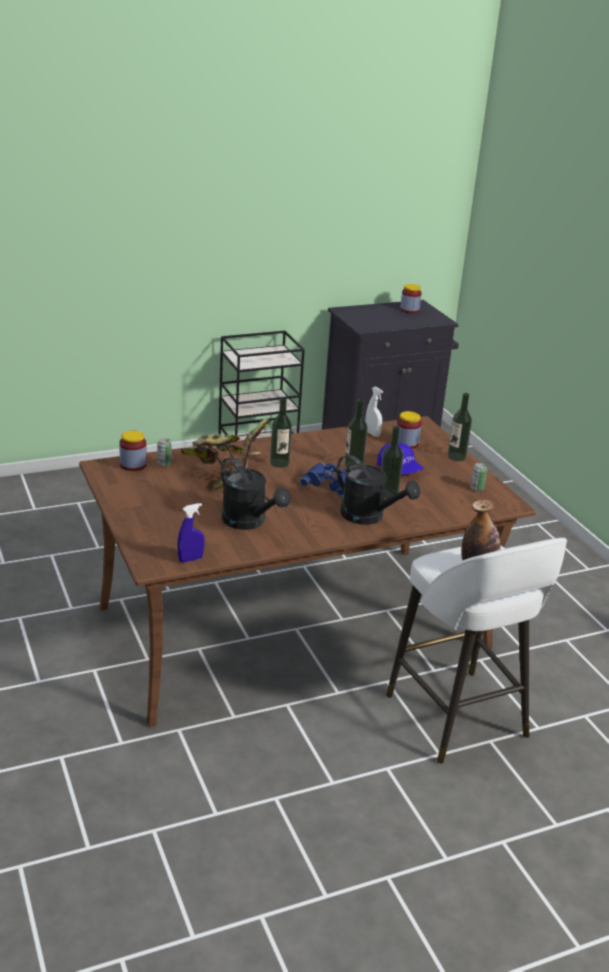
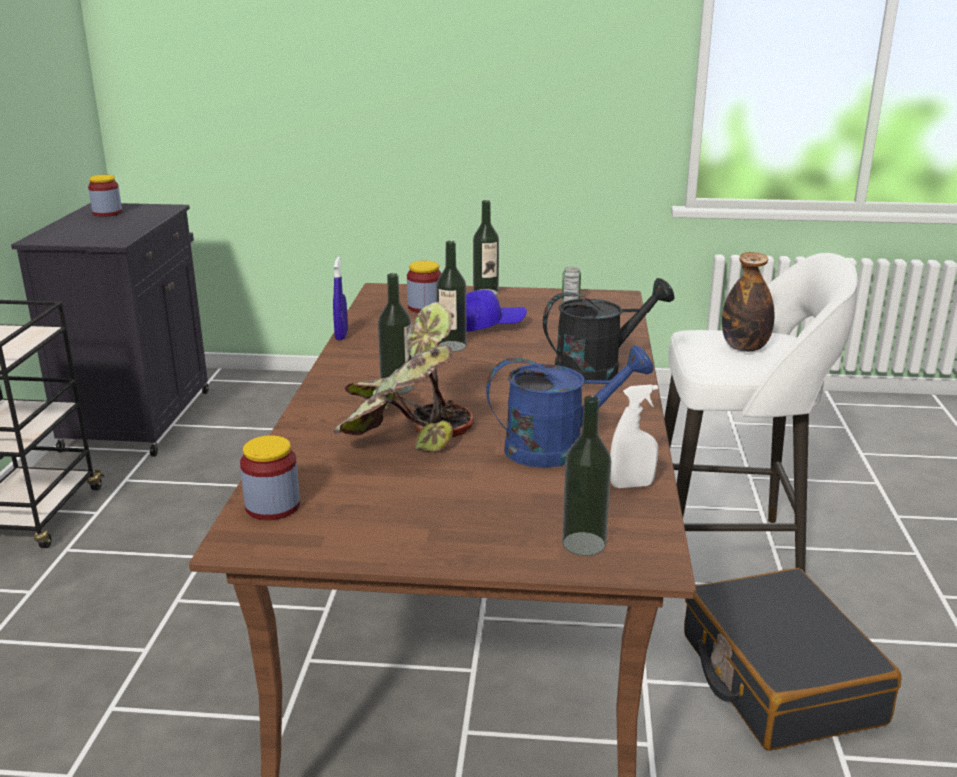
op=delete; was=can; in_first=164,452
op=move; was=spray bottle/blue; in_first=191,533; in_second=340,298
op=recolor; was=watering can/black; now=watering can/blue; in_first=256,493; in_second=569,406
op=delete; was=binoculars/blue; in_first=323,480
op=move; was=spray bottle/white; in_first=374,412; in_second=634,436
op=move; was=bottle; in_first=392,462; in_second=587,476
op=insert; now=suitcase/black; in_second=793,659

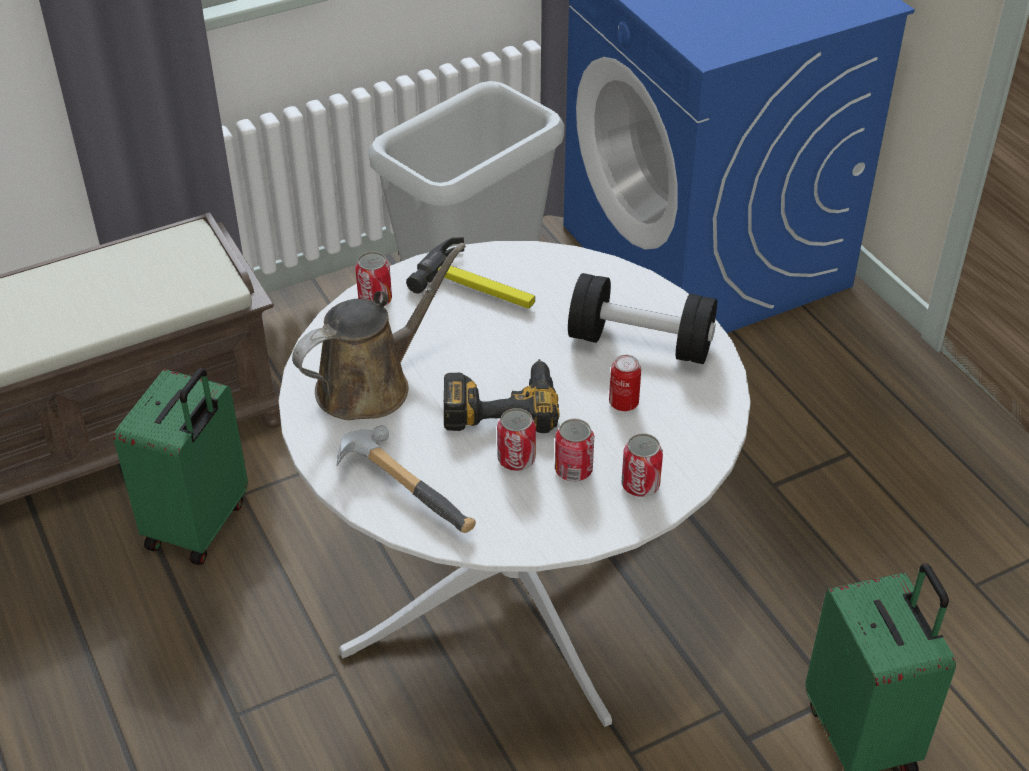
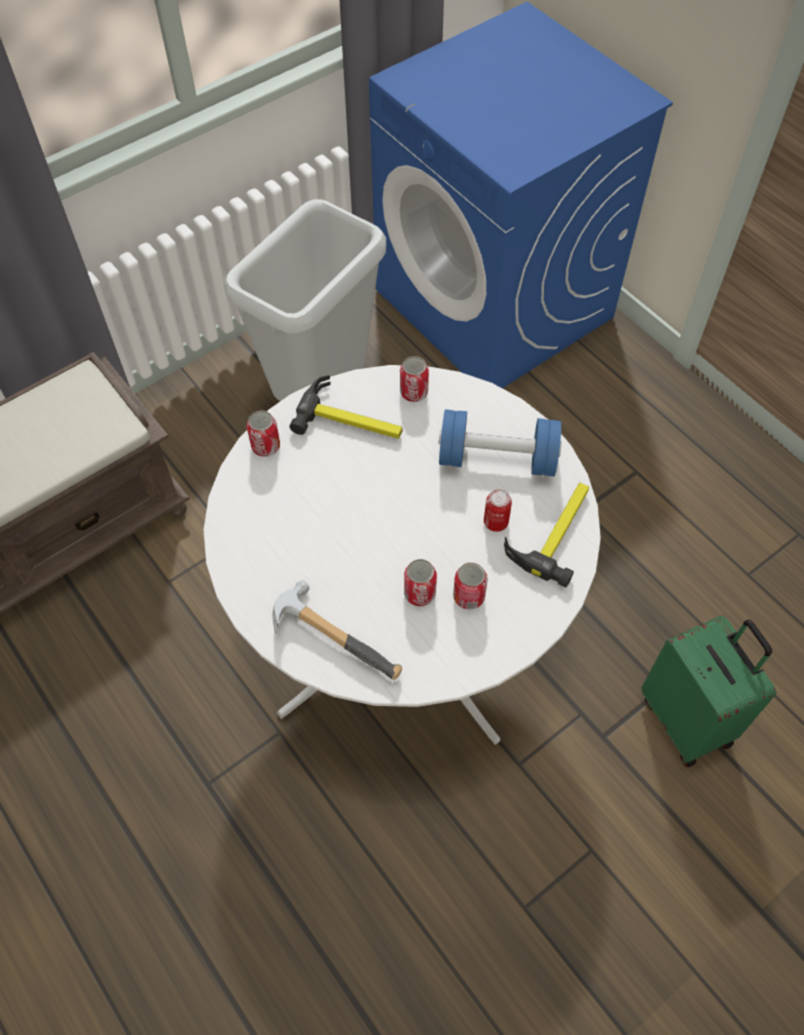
op=delete; was=suitcase/green; in_first=180,466
op=delete; was=watering can/brown; in_first=379,331
op=delete; was=power drill; in_first=502,396
op=recolor; was=dumbbell/black; now=dumbbell/blue; in_first=642,318; in_second=500,442
op=move; was=can; in_first=642,465; in_second=414,379
op=insert; now=hammer; in_second=546,535

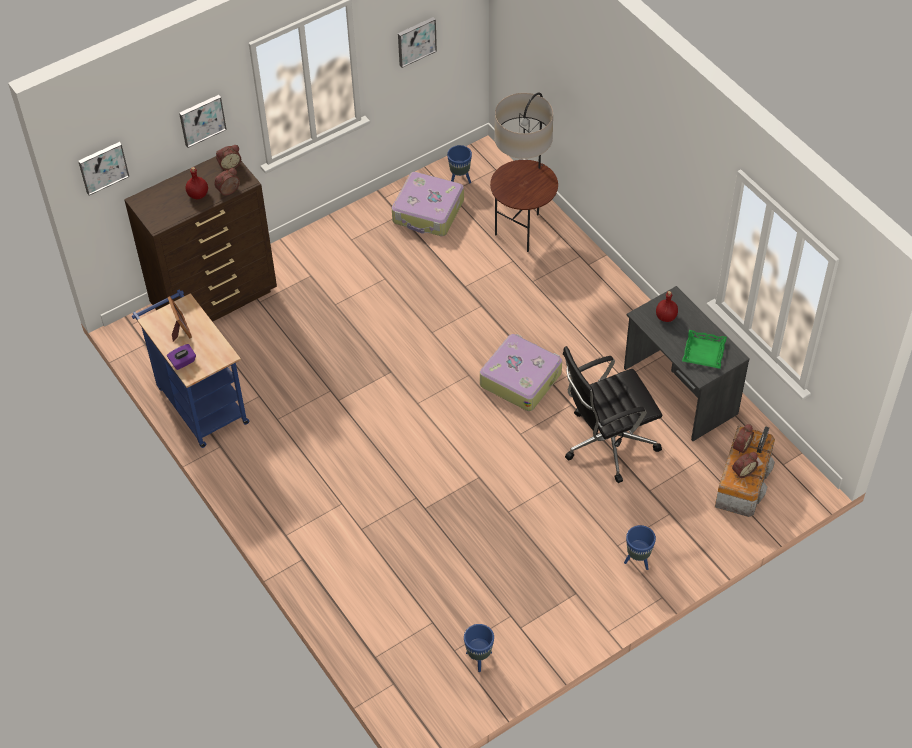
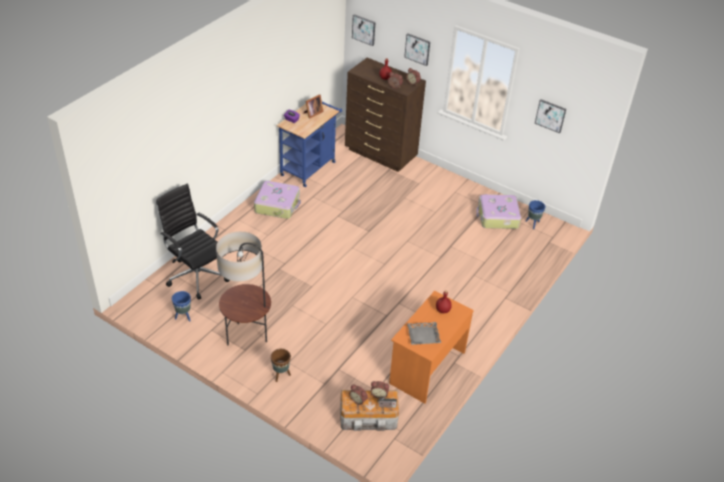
op=move; was=suitcase; in_first=521,372; in_second=277,200
op=move; was=floor lamp; in_first=524,172; in_second=243,288
op=move; was=office chair/black; in_first=612,414; in_second=193,242
op=recolor; was=desk/grey; now=desk/orange; in_first=687,363; in_second=431,347
op=recolor; was=planter/blue; now=planter/brown; in_first=640,547; in_second=281,365
op=recolor; was=tray/green; now=tray/grey; in_first=704,349; in_second=424,333

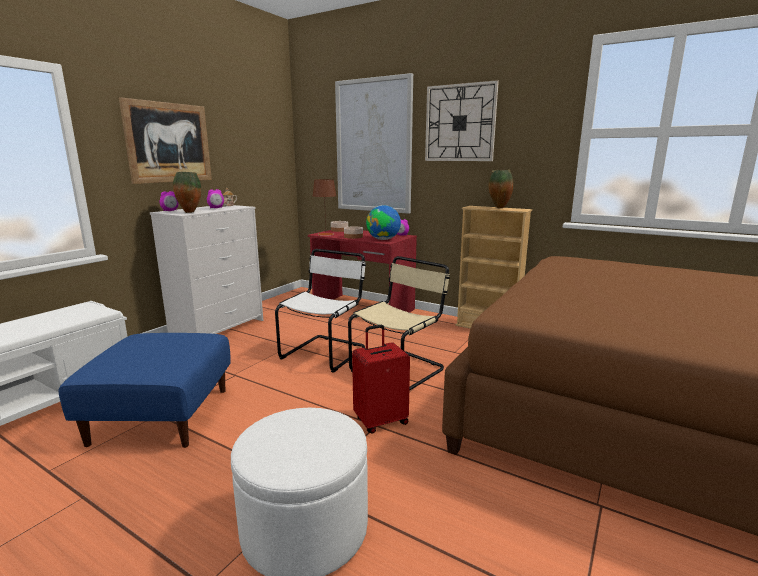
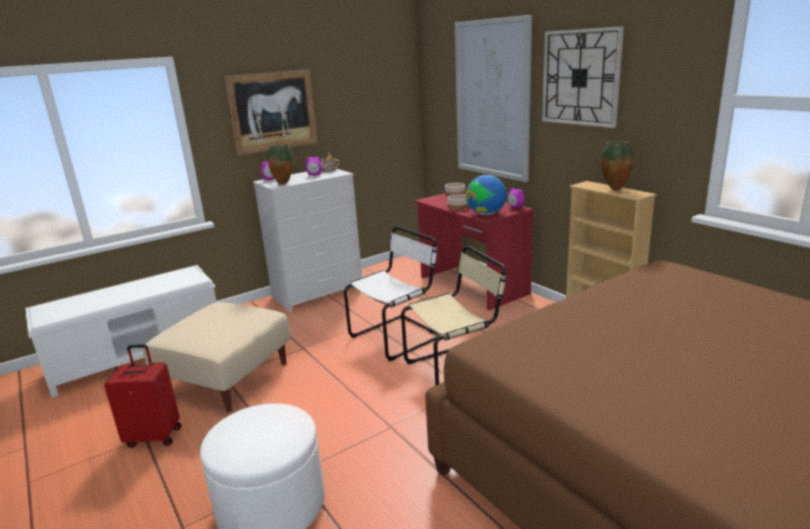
op=recolor; was=ottoman/blue; now=ottoman/beige; in_first=144,390; in_second=216,357
op=delete; was=table lamp/brown; in_first=324,207
op=move; was=suitcase/red; in_first=381,379; in_second=142,396

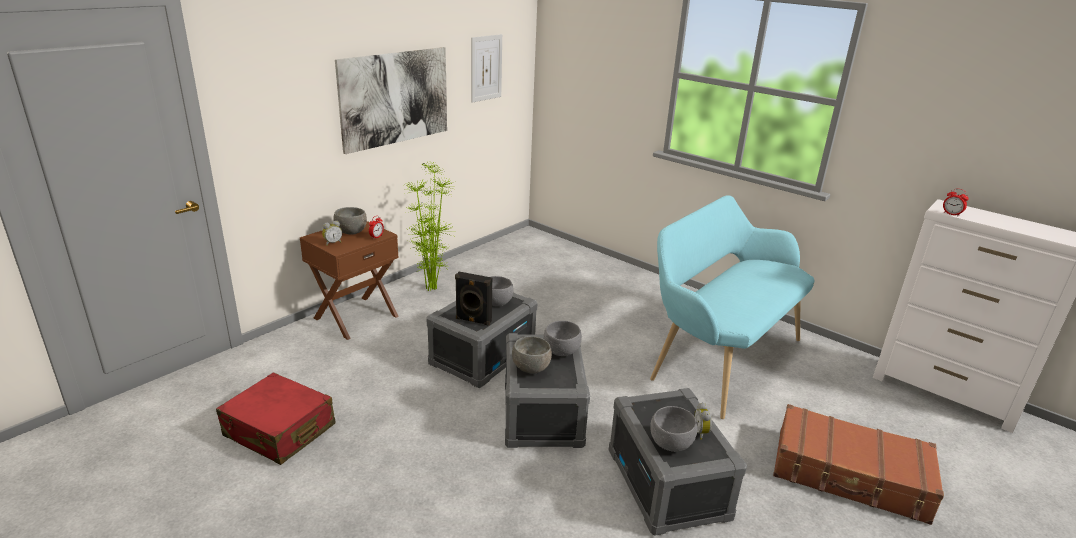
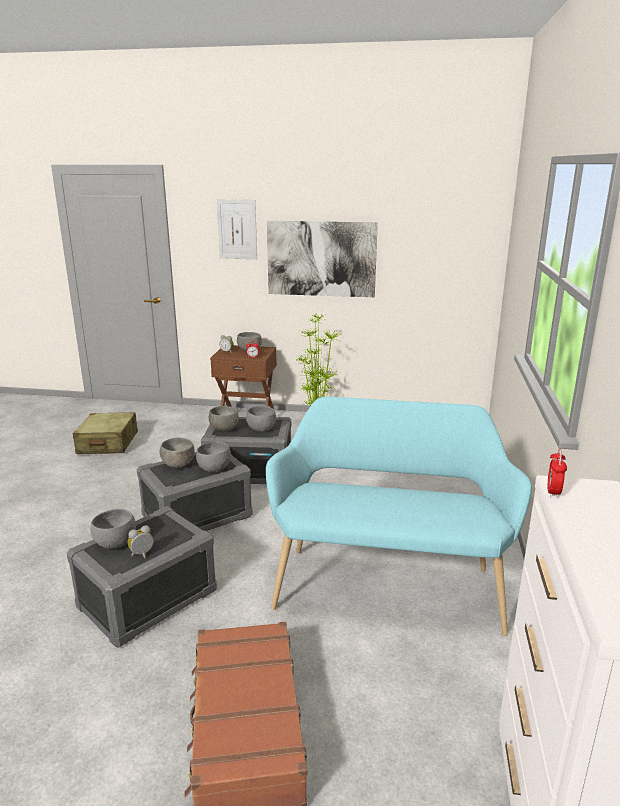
op=recolor; was=suitcase/red; now=suitcase/beige; in_first=276,418; in_second=105,433
op=replace; was=speaker/black; now=bowl/grey; in_first=473,299; in_second=224,419
op=move; was=picture; in_first=486,68; in_second=237,229

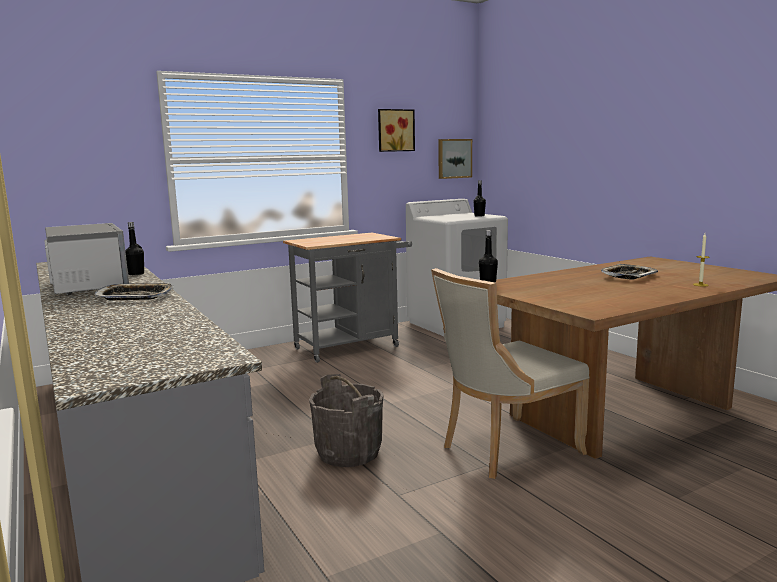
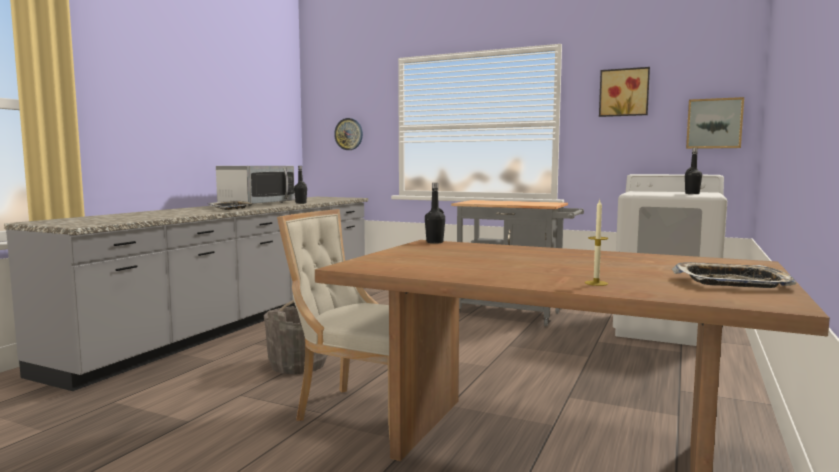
op=move; was=tray; in_first=629,272; in_second=734,275
op=insert; now=wall clock; in_second=348,134

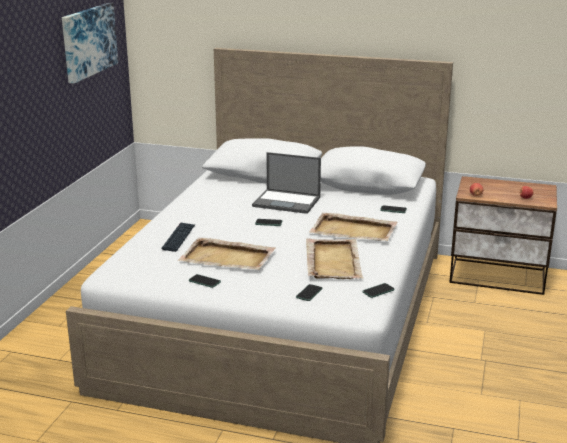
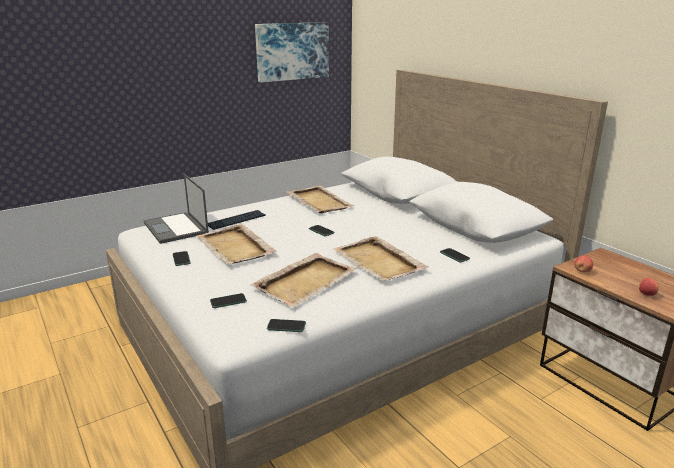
op=move; was=laptop; in_first=286,183; in_second=176,209
op=insert; now=tray/beige; in_second=320,199

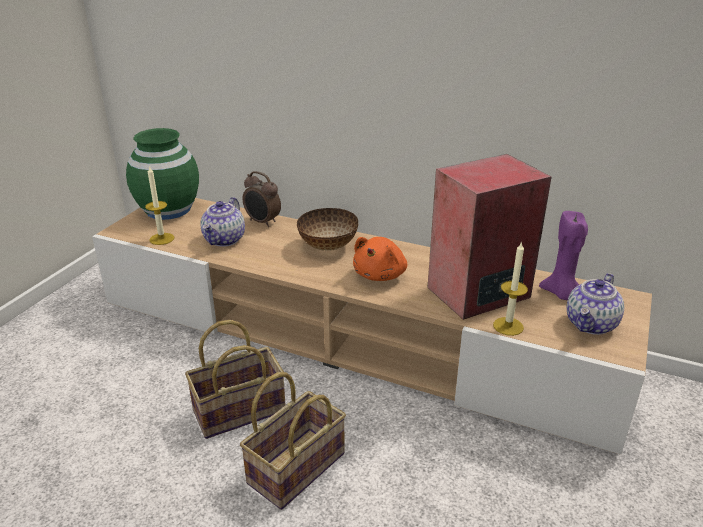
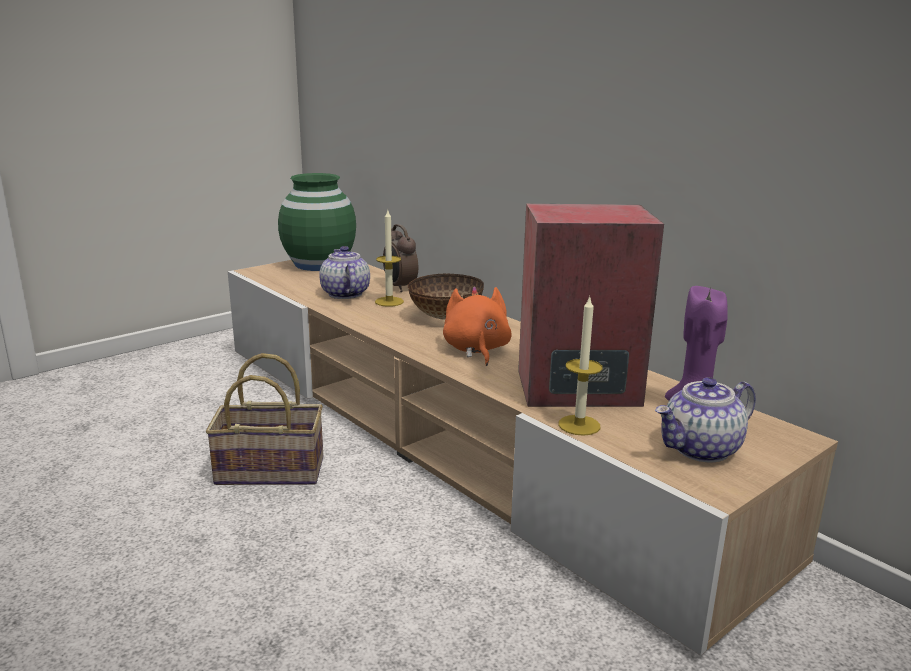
op=move; was=candle; in_first=159,205; in_second=389,258
op=rotate; was=teapot; in_first=222,222; in_second=344,272; clockwise=120
op=delete; was=basket; in_first=293,441
op=rotate; was=plush toy/orange; in_first=380,259; in_second=477,326; clockwise=120

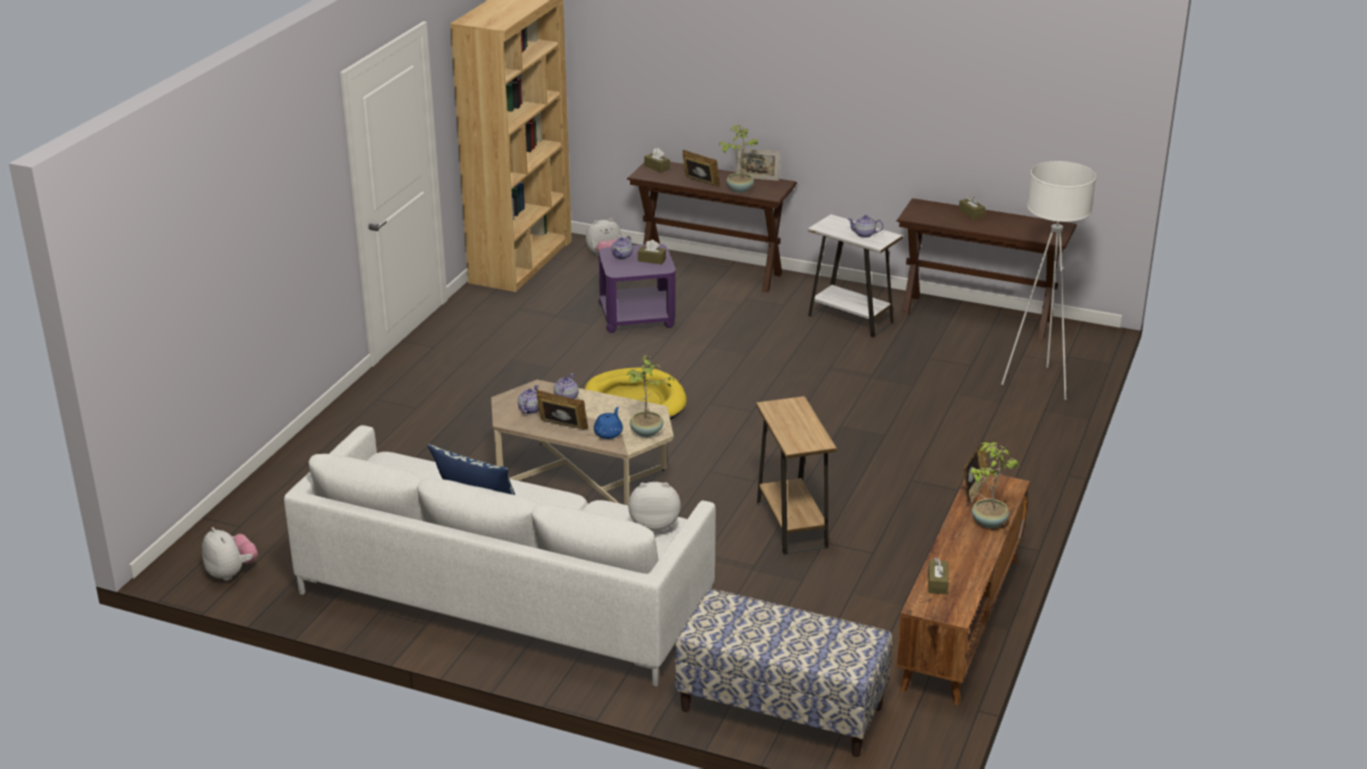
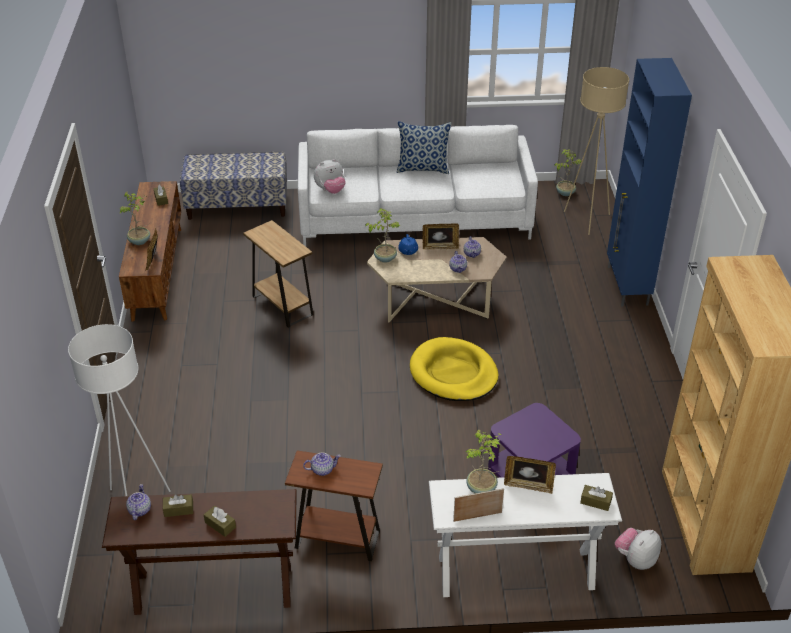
op=replace; was=plush toy; now=potted plant; in_first=230,554; in_second=567,172
op=move; was=teapot; in_first=622,247; in_second=138,502
op=recolor; was=console table/brown; now=console table/white; in_first=712,227; in_second=525,535
op=move; was=tissue box/brown; in_first=652,252; in_second=178,505
op=recolor; was=side table/white; now=side table/brown; in_first=855,276; in_second=334,505
op=insert; now=floor lamp/beige; in_second=596,151
op=insert; now=cabinet/blue; in_second=649,182

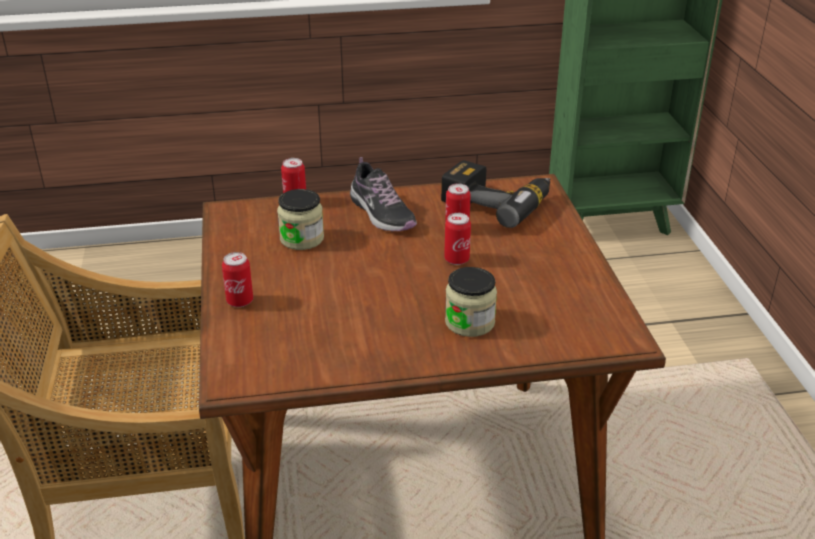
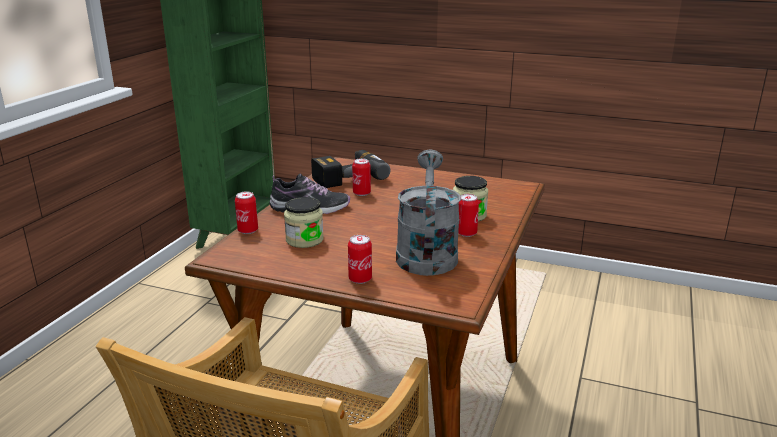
op=move; was=can; in_first=457,239; in_second=468,215
op=insert; now=watering can/grey; in_second=428,212

